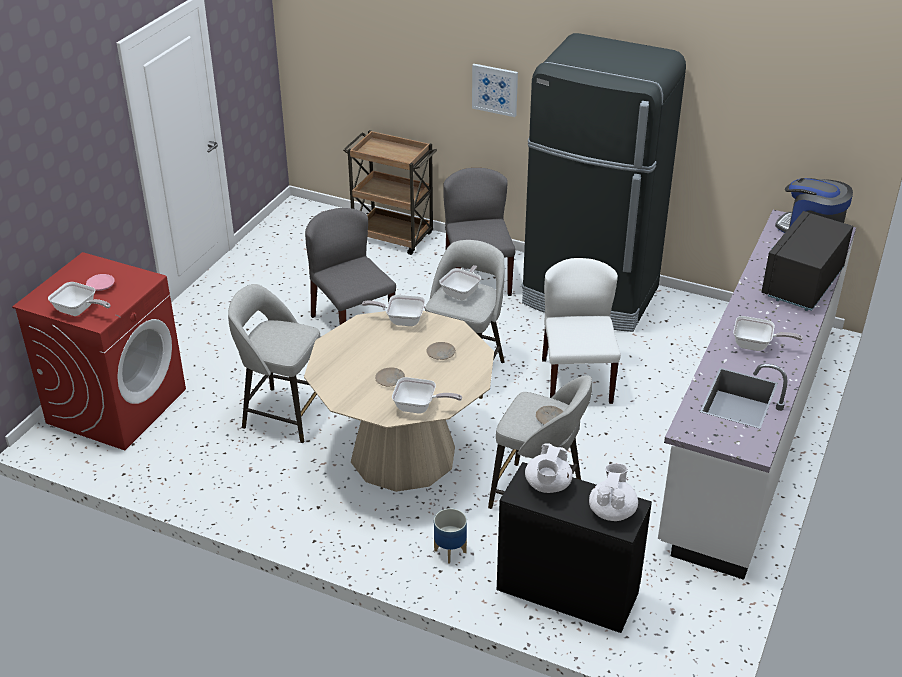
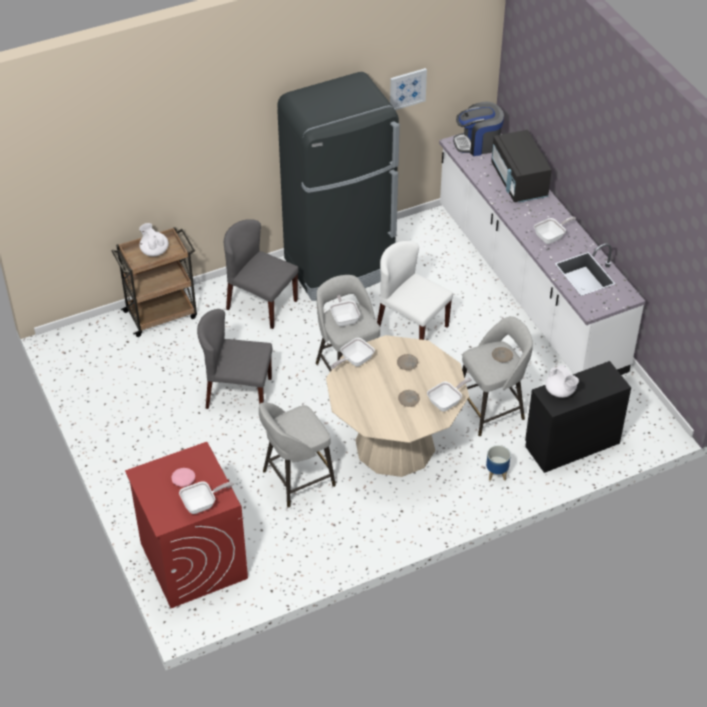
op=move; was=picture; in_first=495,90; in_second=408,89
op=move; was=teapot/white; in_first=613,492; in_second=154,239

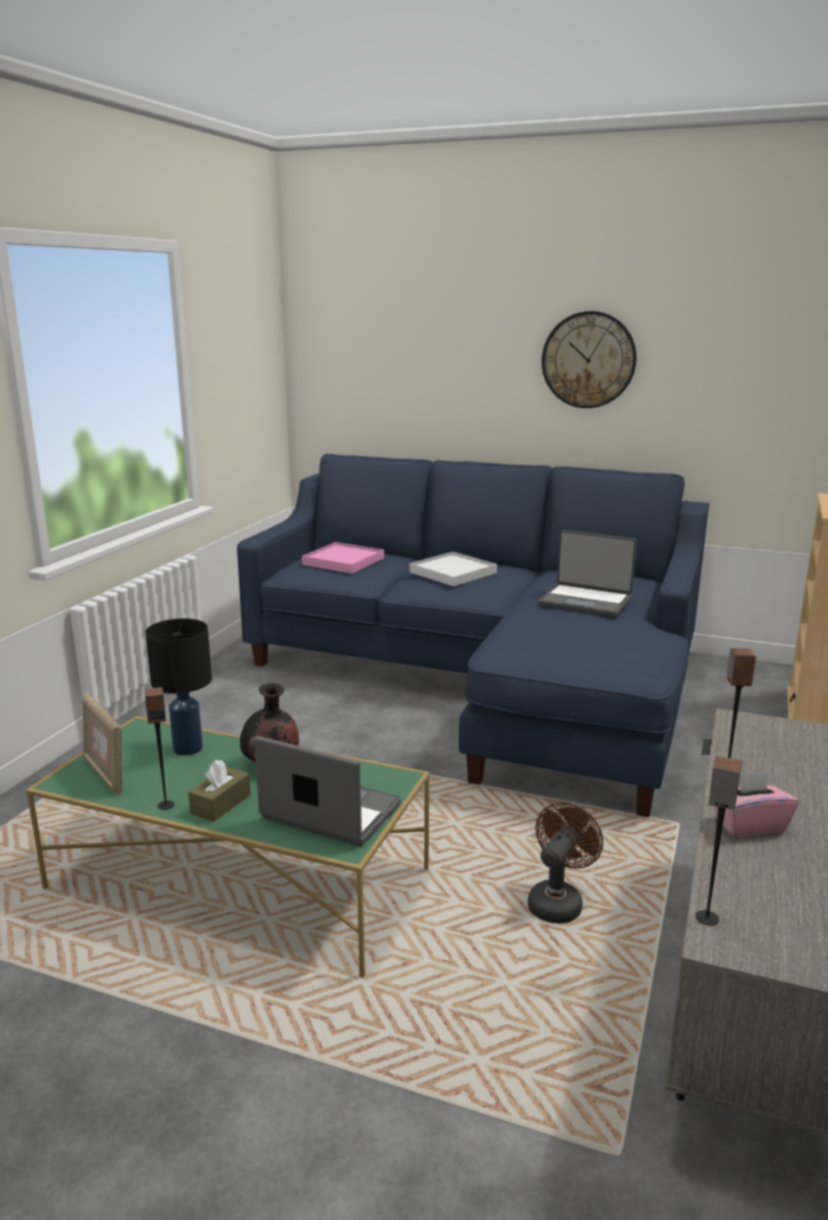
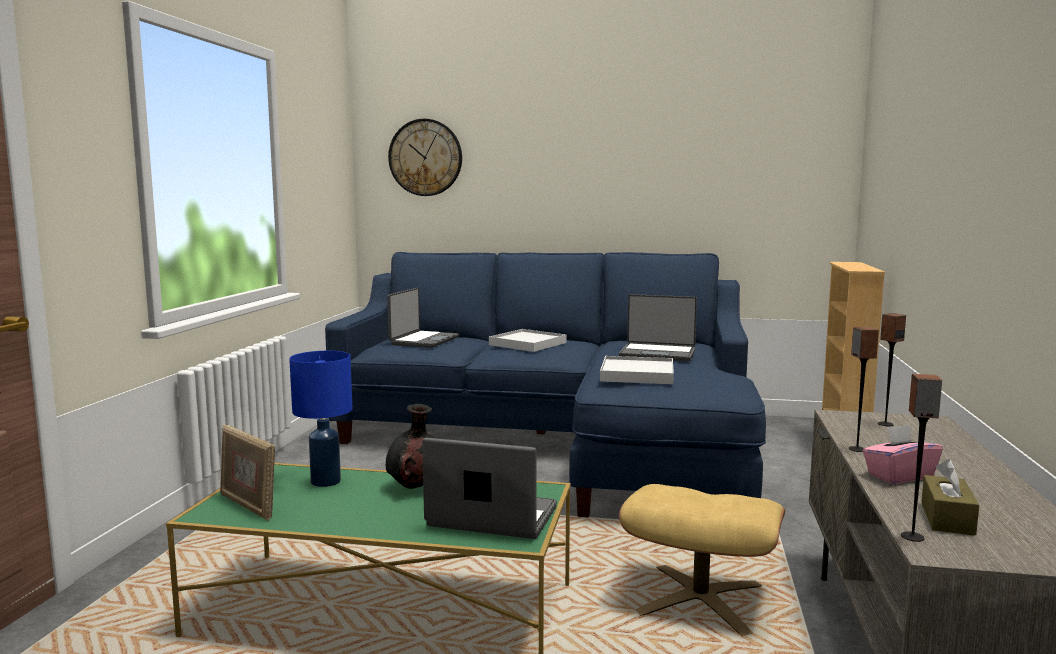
op=recolor; was=table lamp/black; now=table lamp/blue; in_first=178,687; in_second=320,419
op=move; was=speaker; in_first=159,748; in_second=892,369
op=move; was=tissue box/brown; in_first=219,790; in_second=950,497
op=replace; was=tray/pink; now=laptop; in_first=343,558; in_second=423,318
op=replace; was=fan/brown; now=ottoman/beige; in_first=565,863; in_second=702,560
op=move; was=wall clock; in_first=589,359; in_second=425,157
op=insert; now=tray/white; in_second=637,370

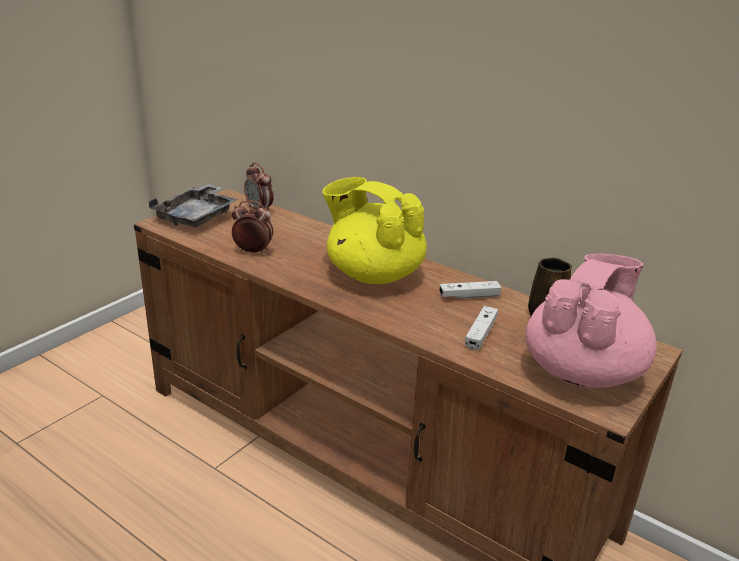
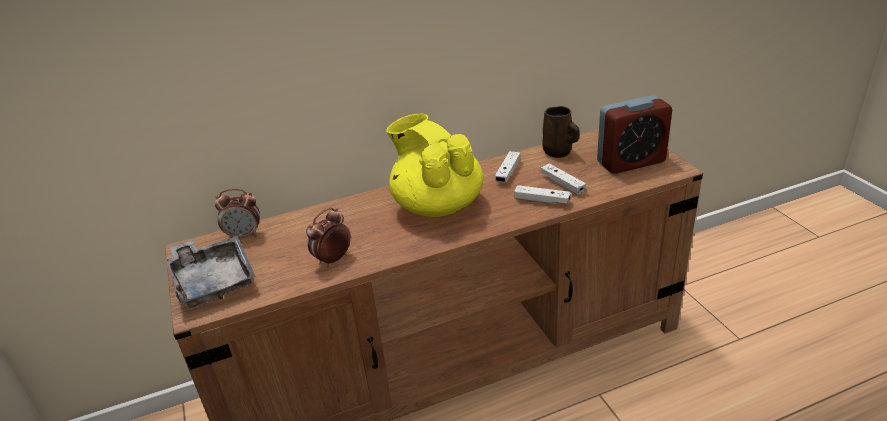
op=rotate; was=teapot/yellow; in_first=375,230; in_second=435,165; clockwise=75
op=replace; was=teapot/pink; now=alarm clock; in_first=591,321; in_second=634,134
op=insert; now=game controller/white; in_second=542,194

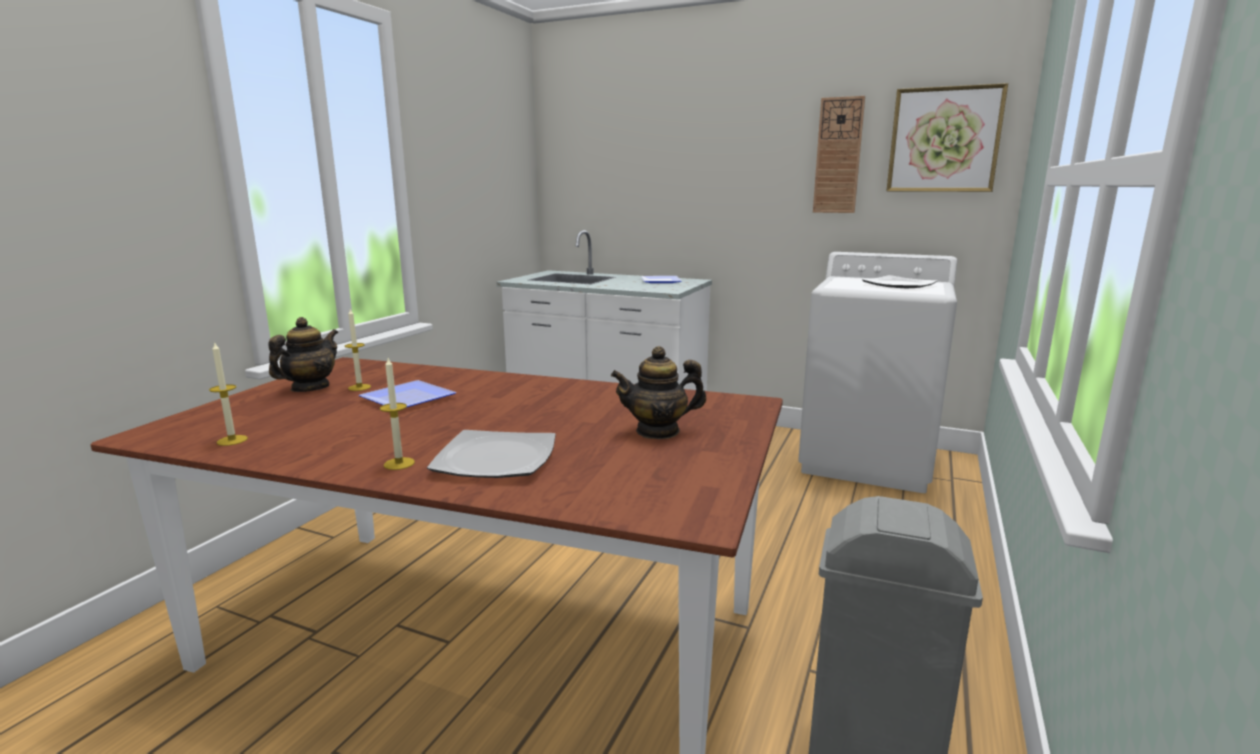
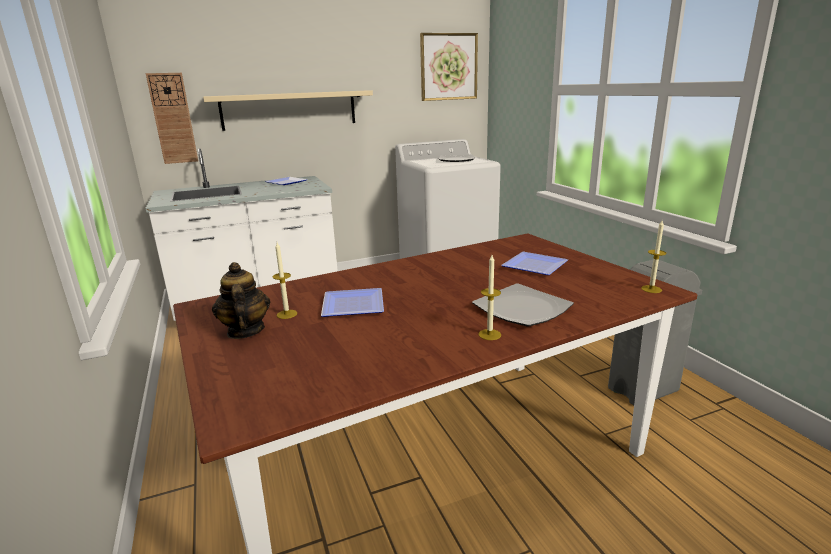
op=move; was=candle; in_first=228,393; in_second=653,257
op=replace; was=teapot; now=plate; in_first=658,392; in_second=534,263
op=move; was=wall clock; in_first=839,154; in_second=172,118
op=insert; now=shelf/beige; in_second=288,111

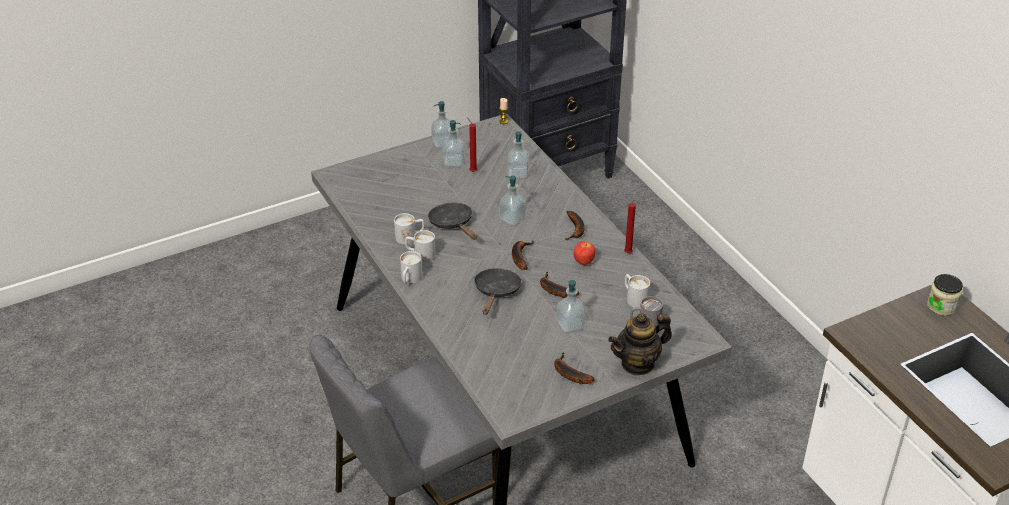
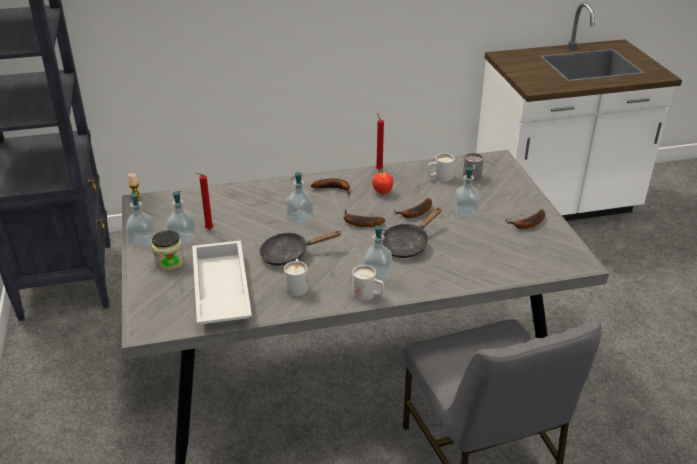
op=delete; was=mug/white; in_first=420,246
op=rotate; was=frying pan/black; in_first=498,291; in_second=412,233; clockwise=-75
op=move; was=soap dispenser; in_first=518,154; in_second=378,253
op=delete; was=teapot; in_first=640,344
op=move; was=jar; in_first=945,295; in_second=168,250
op=insert; now=tray/white; in_second=222,282

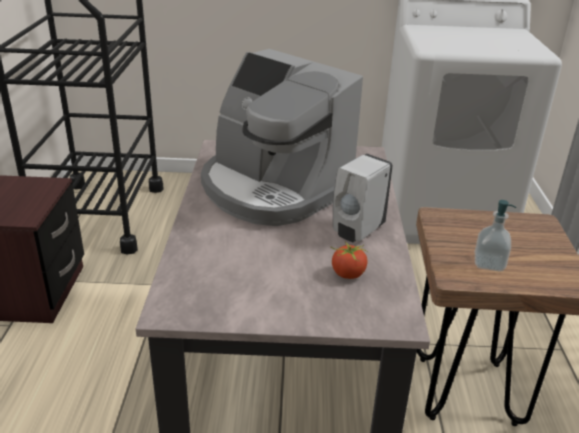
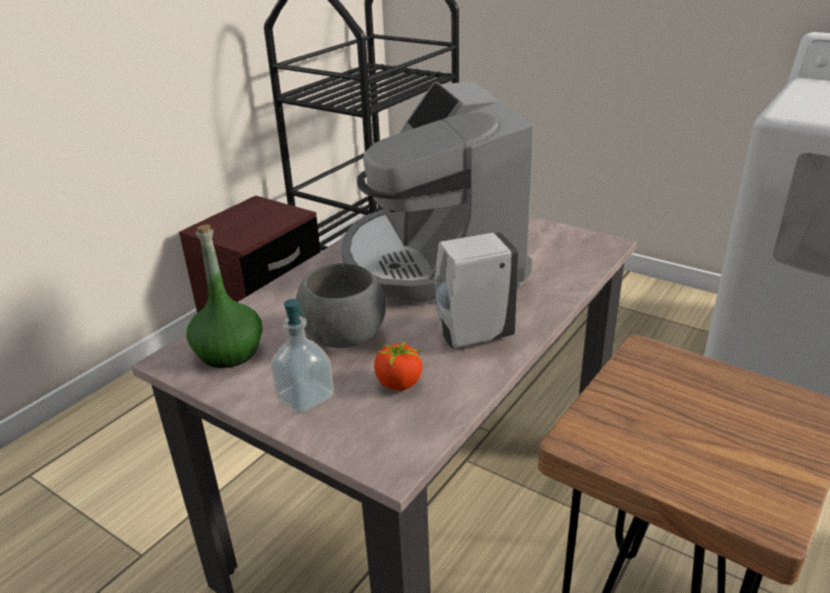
op=move; was=soap dispenser; in_first=495,236; in_second=302,356
op=insert; now=bottle/green; in_second=224,296
op=insert; now=bowl/grey; in_second=341,305

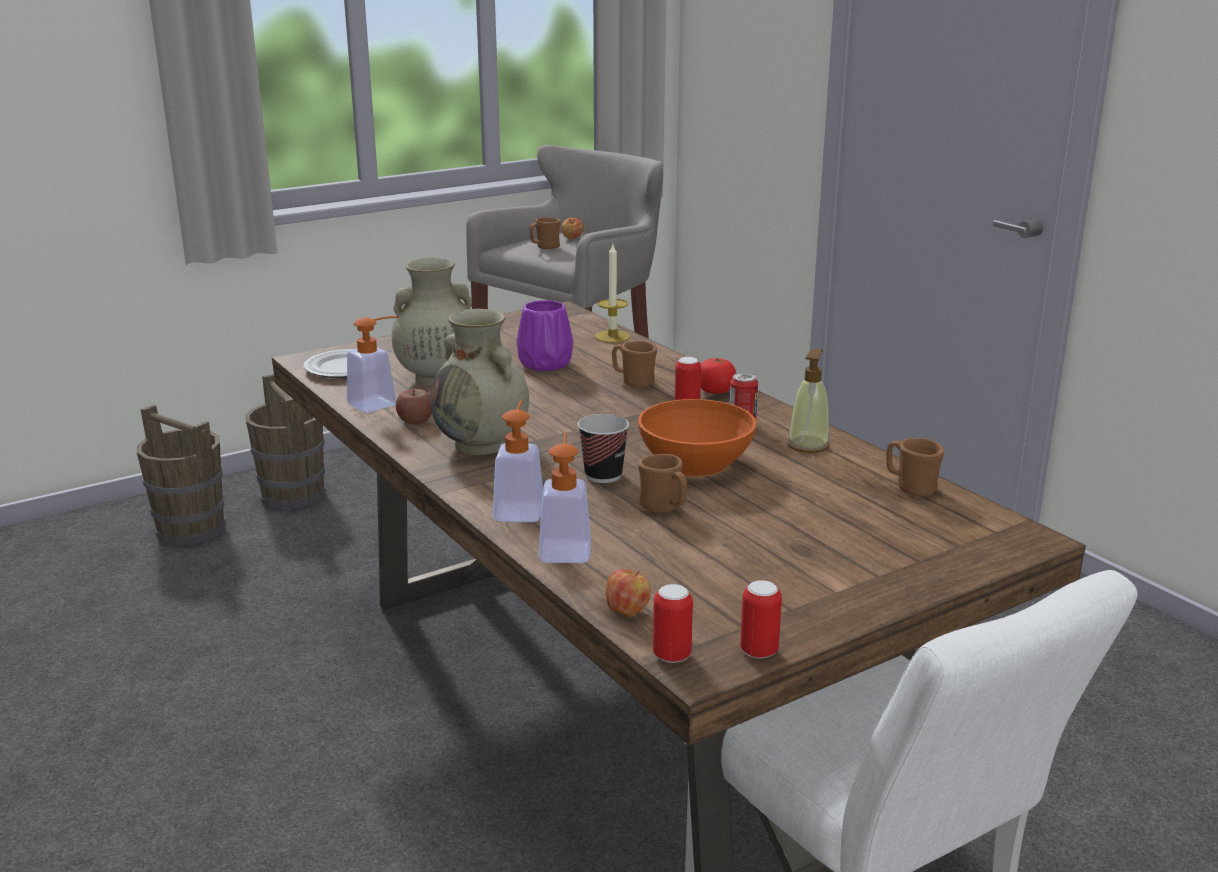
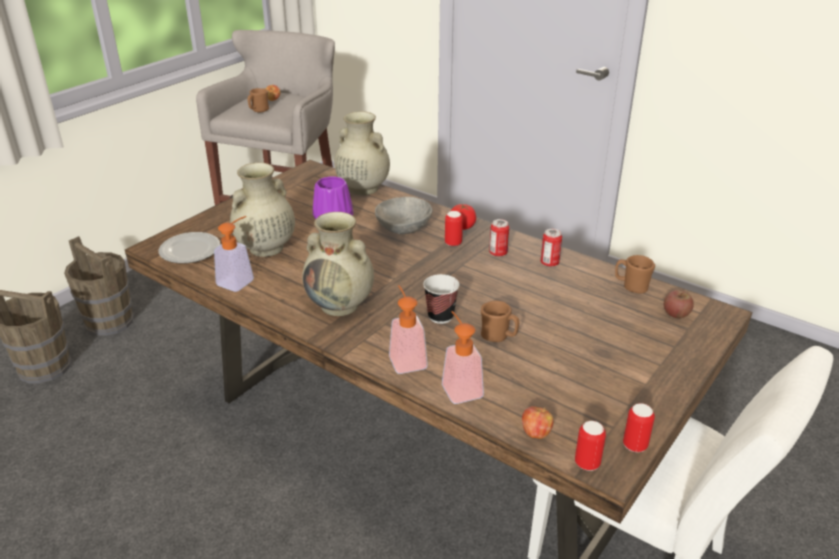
op=move; was=apple; in_first=414,406; in_second=679,304
op=replace; was=candle; now=vase/beige; in_first=612,293; in_second=362,153
op=replace; was=mug/brown; now=bowl/grey; in_first=634,364; in_second=404,216
op=delete; was=bowl/orange; in_first=697,438
op=replace; was=soap dispenser; now=can; in_first=808,400; in_second=551,248

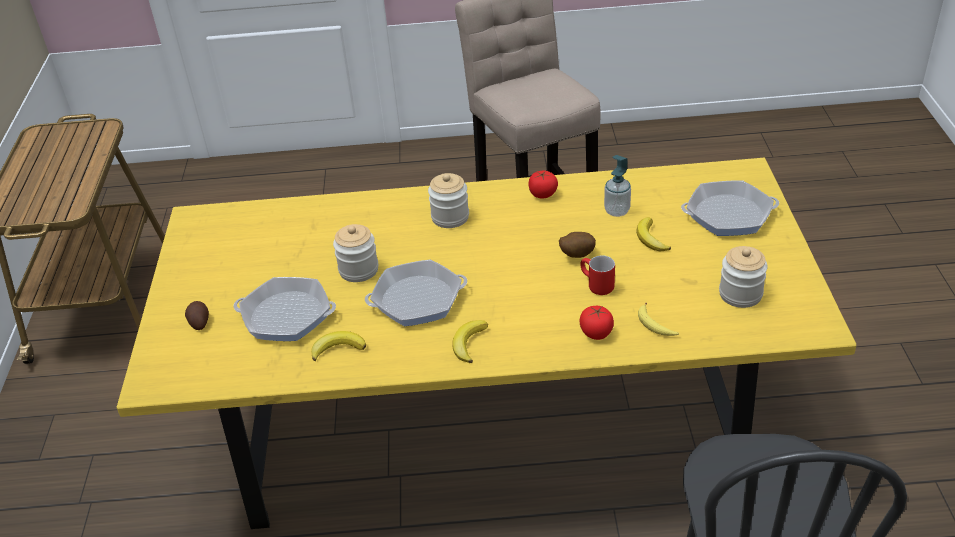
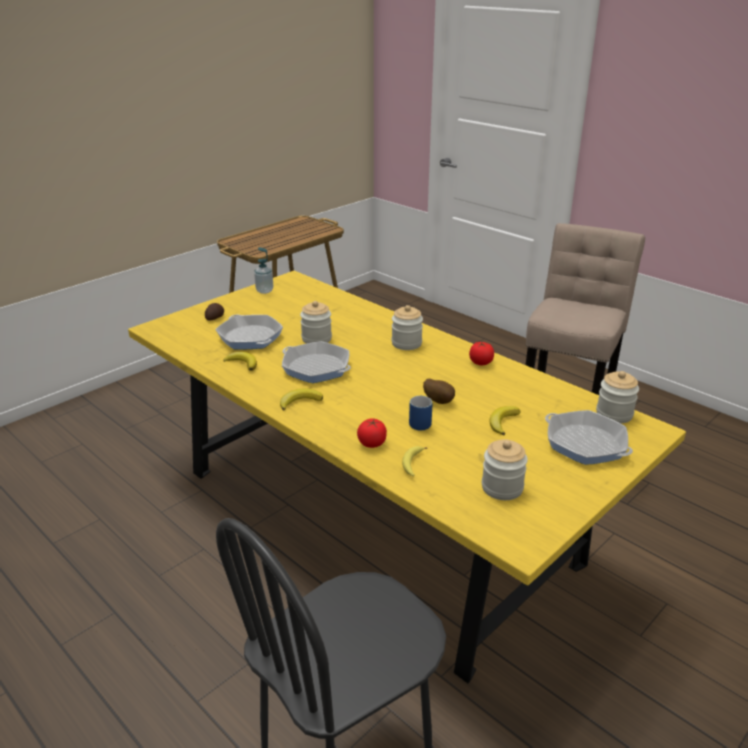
op=recolor; was=mug/red; now=mug/blue; in_first=597,275; in_second=420,413
op=move; was=soap dispenser; in_first=617,186; in_second=263,270
op=insert; now=jar; in_second=617,397

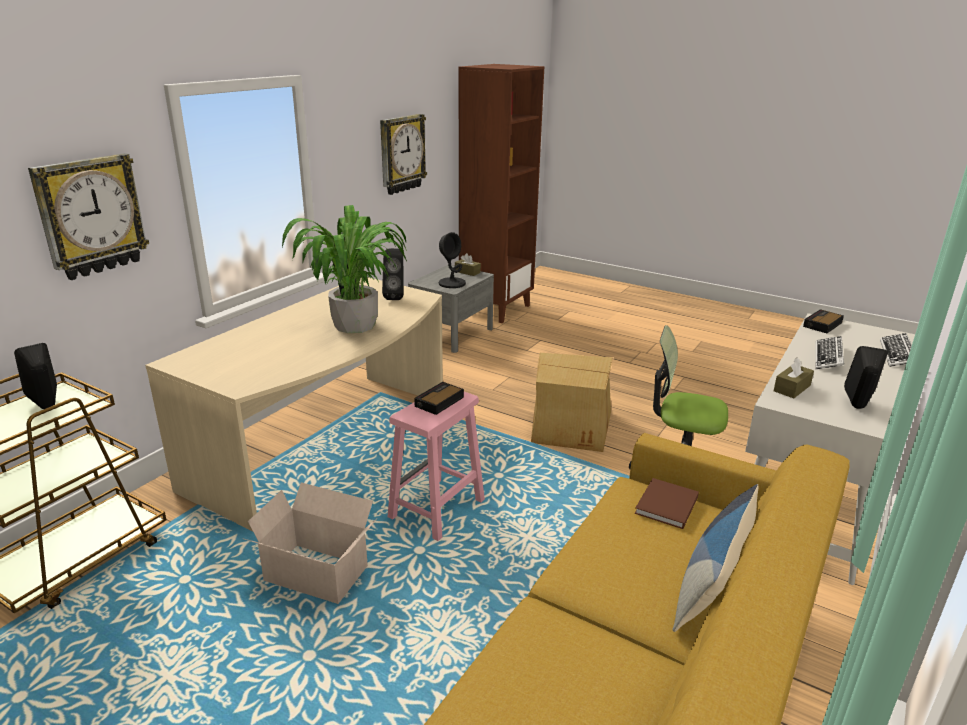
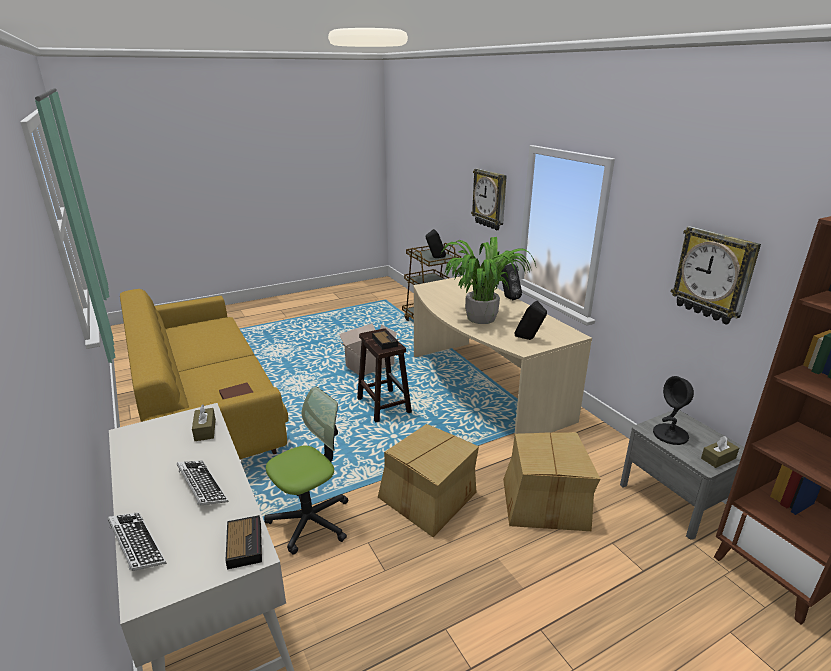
op=recolor; was=stool/pink; now=stool/brown; in_first=436,466; in_second=384,375
op=delete; was=pillow; in_first=715,558
op=move; was=speaker/black; in_first=866,377; in_second=511,282
op=insert; now=cardboard box; in_second=551,481

